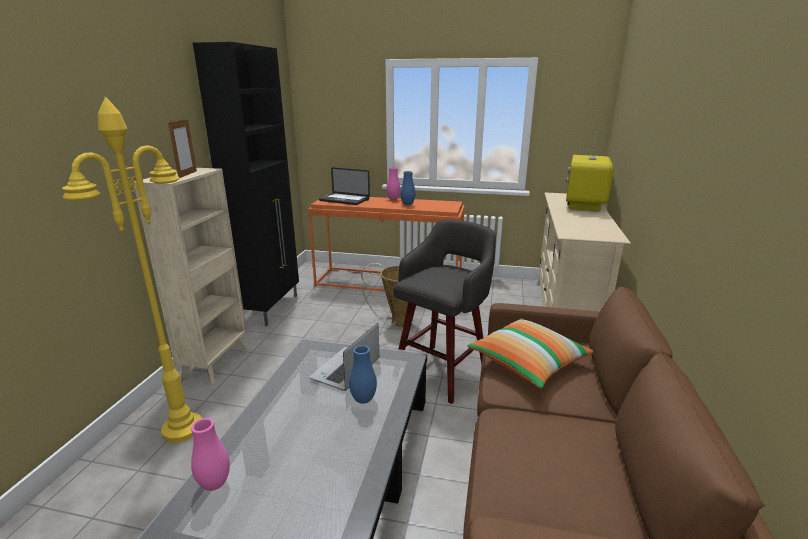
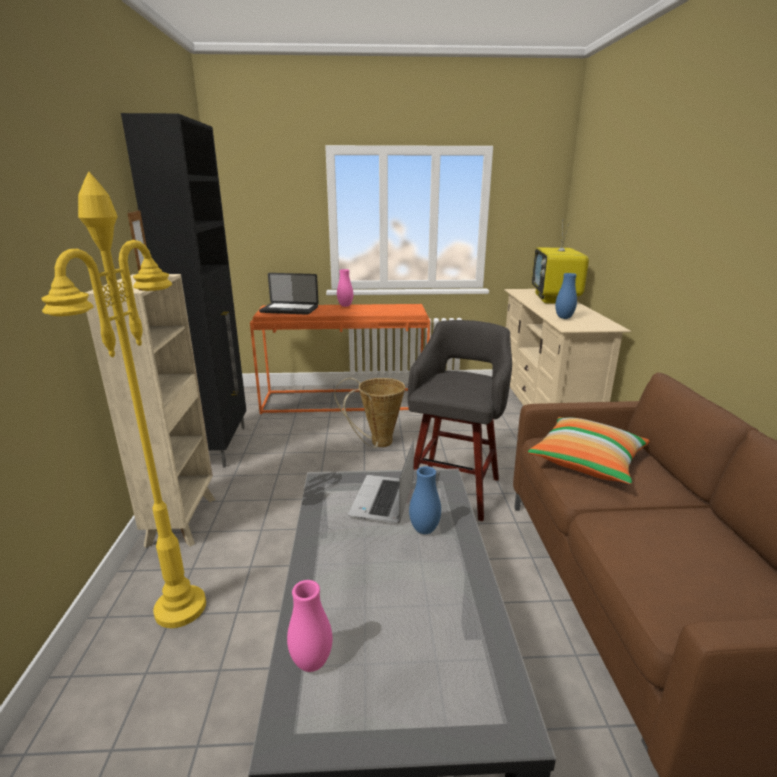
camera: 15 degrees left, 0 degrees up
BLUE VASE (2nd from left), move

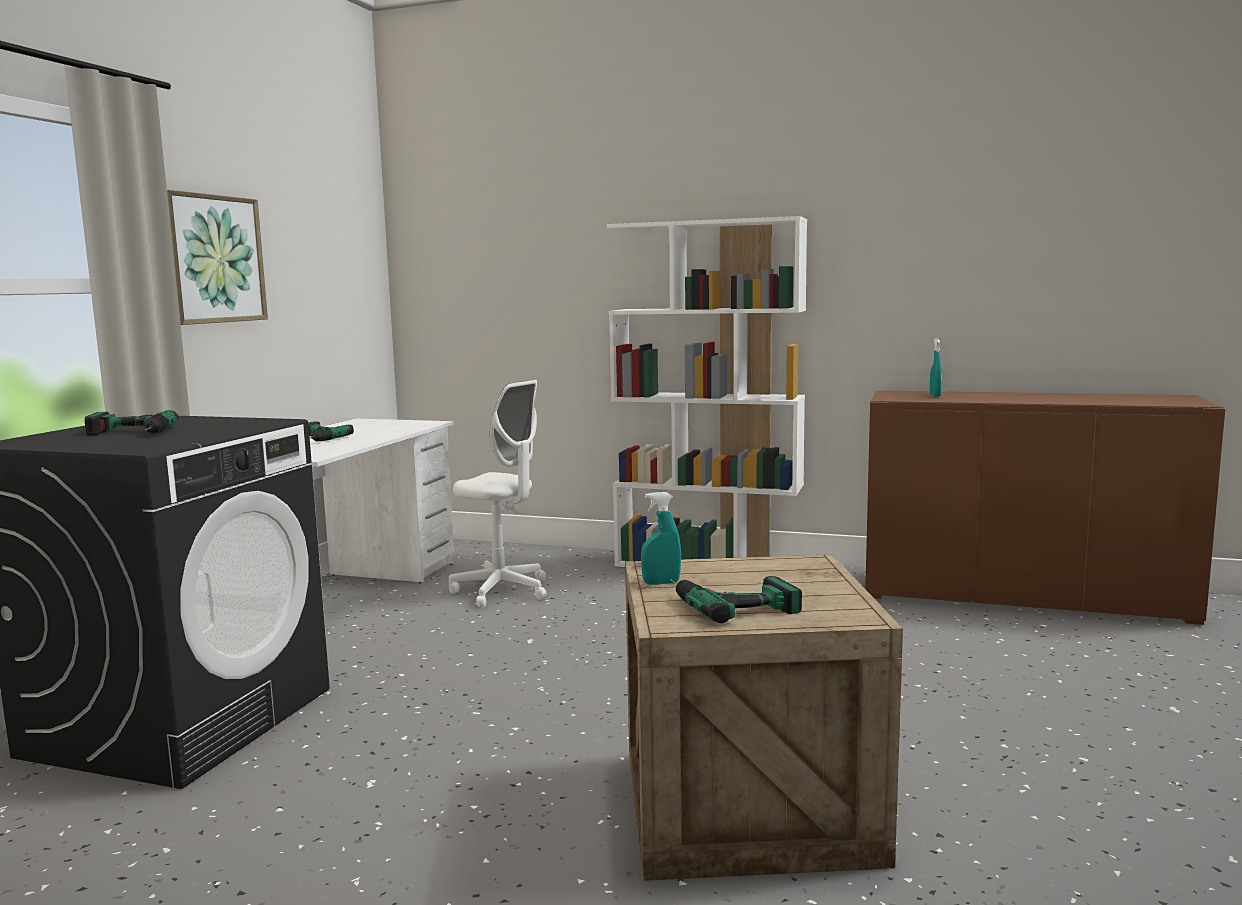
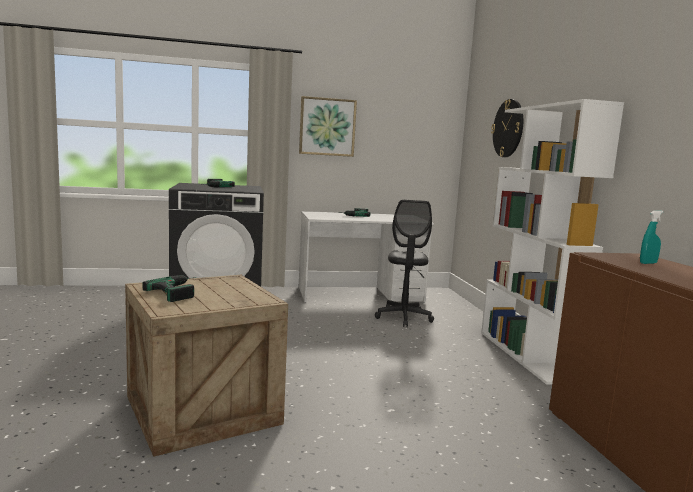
camera: 60 degrees right, 0 degrees up
WHITE OFFICE CHAIR -> BLACK OFFICE CHAIR
TURQUOISE SPRAY BOTTLE (1st from left) -> none
none -> WALL CLOCK

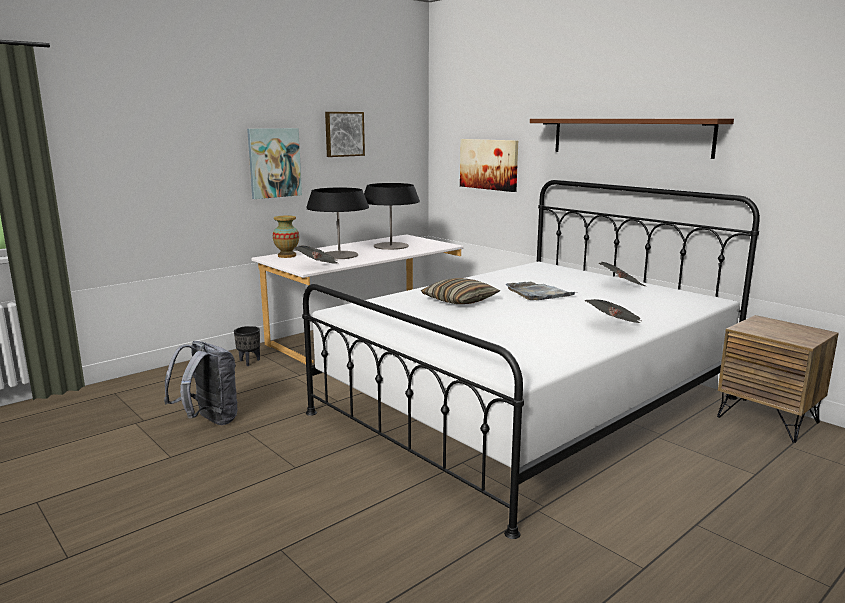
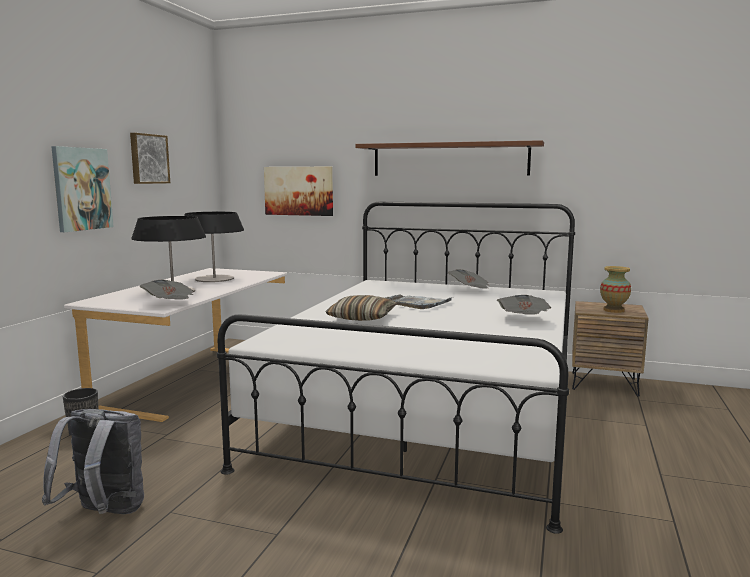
camera: 30 degrees left, 5 degrees down
VASE, move

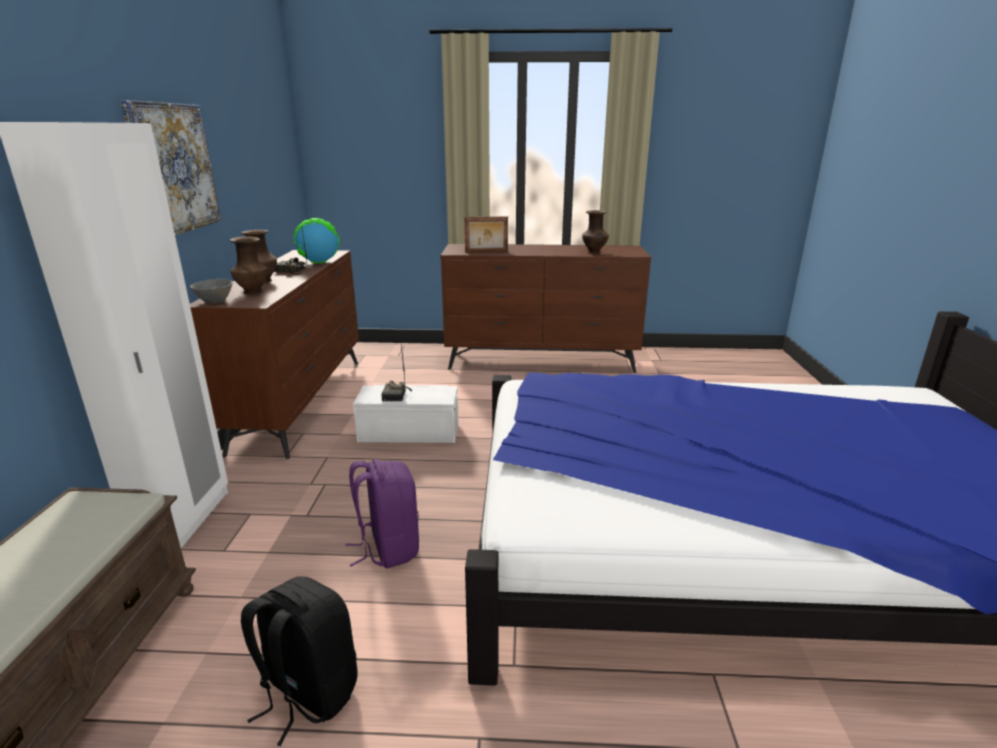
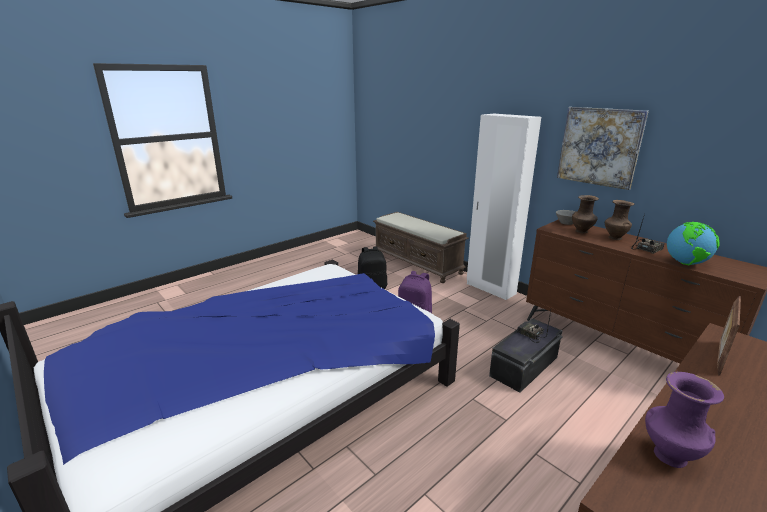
camera: 135 degrees right, 0 degrees up
BROWN VASE (3rd from left) -> PURPLE VASE
WHITE STORAGE BOX -> BLACK STORAGE BOX

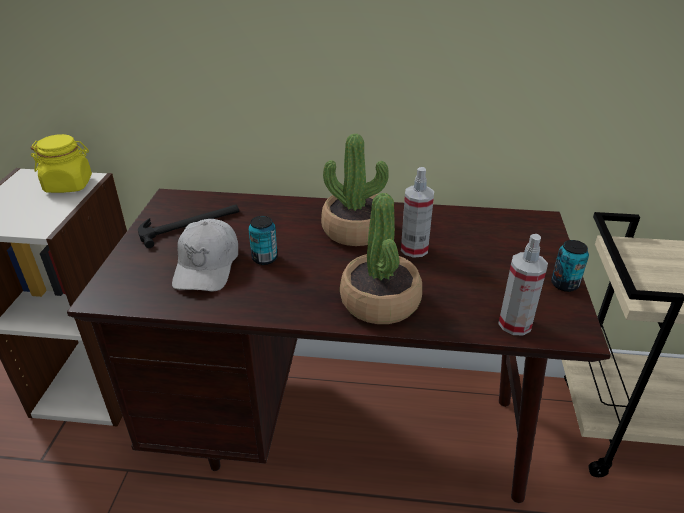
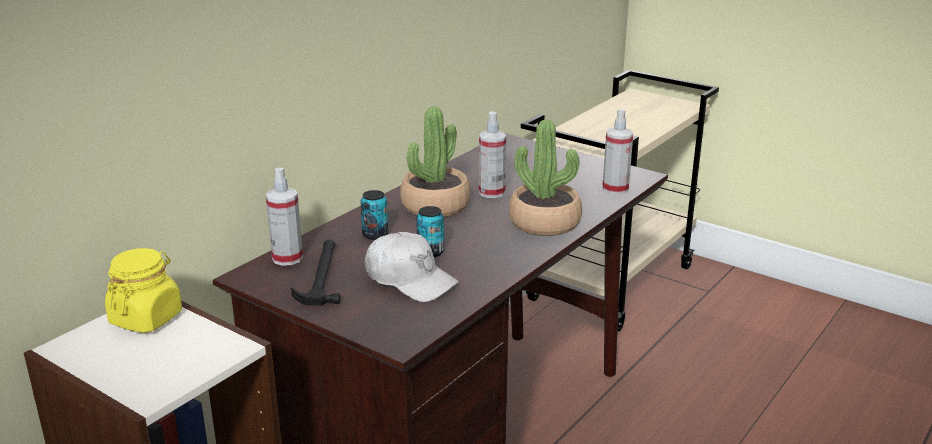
camera: 60 degrees left, 10 degrees down
CAN (2nd from left in the first image) -> CAN (1st from left), move
none -> SPRAY BOTTLE (1st from left)

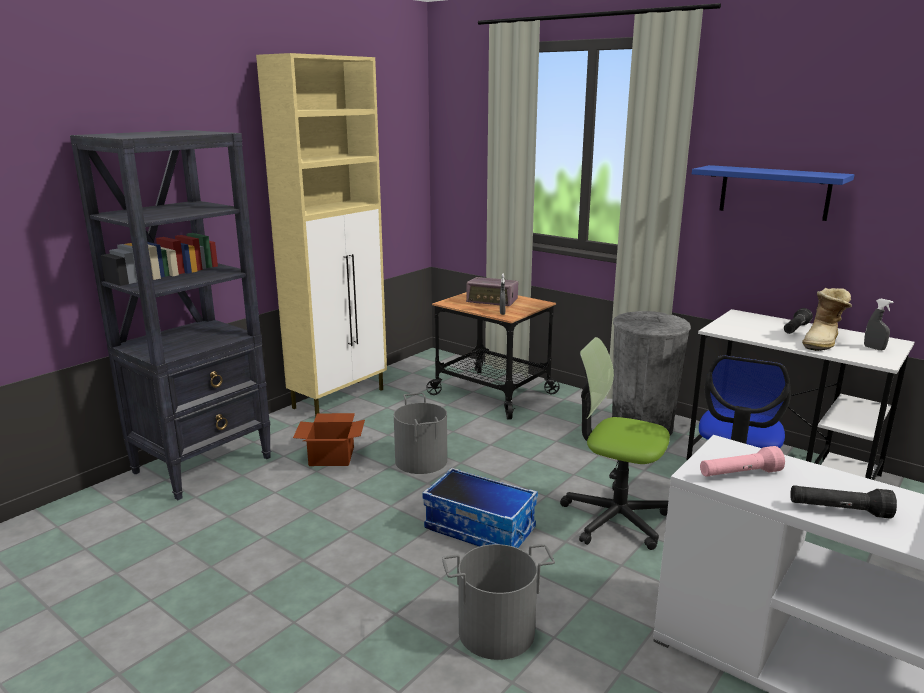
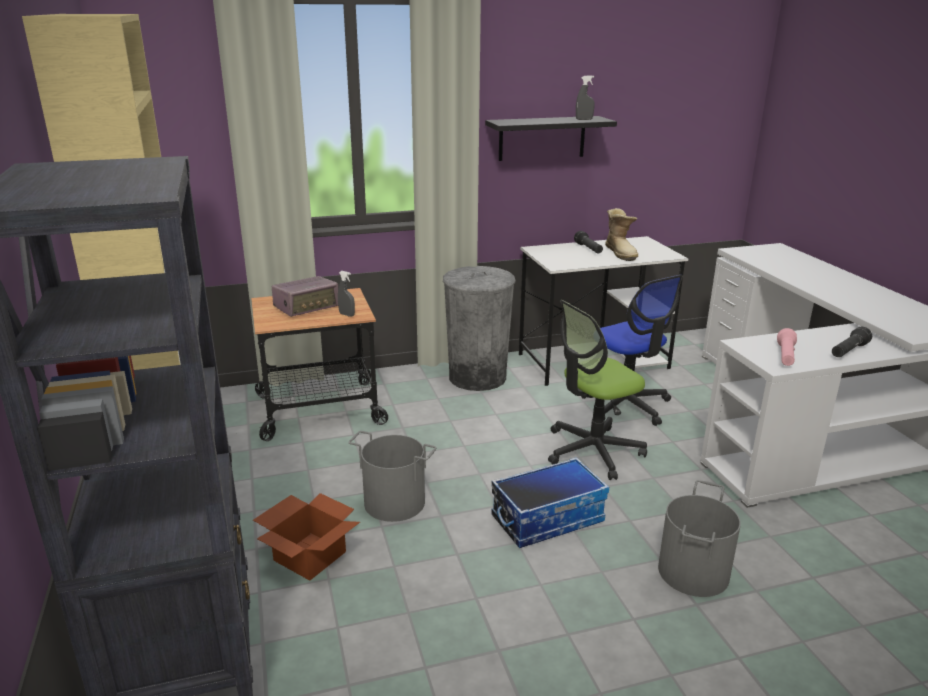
camera: 55 degrees left, 5 degrees up
BLUE SHELF -> BLACK SHELF
GREY SPRAY BOTTLE (2nd from left), move

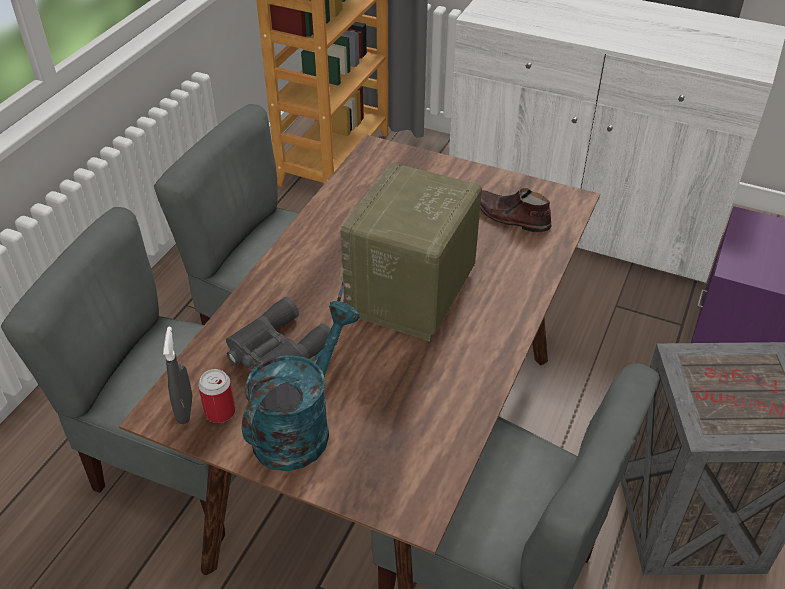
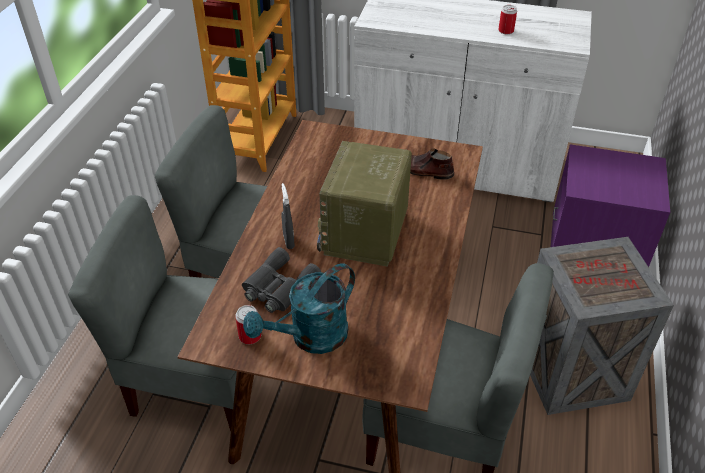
camera: 10 degrees left, 0 degrees up
TURQUOISE WATERING CAN, 150 degrees counterclockwise
GREY SPRAY BOTTLE, move
none -> CAN (2nd from left)

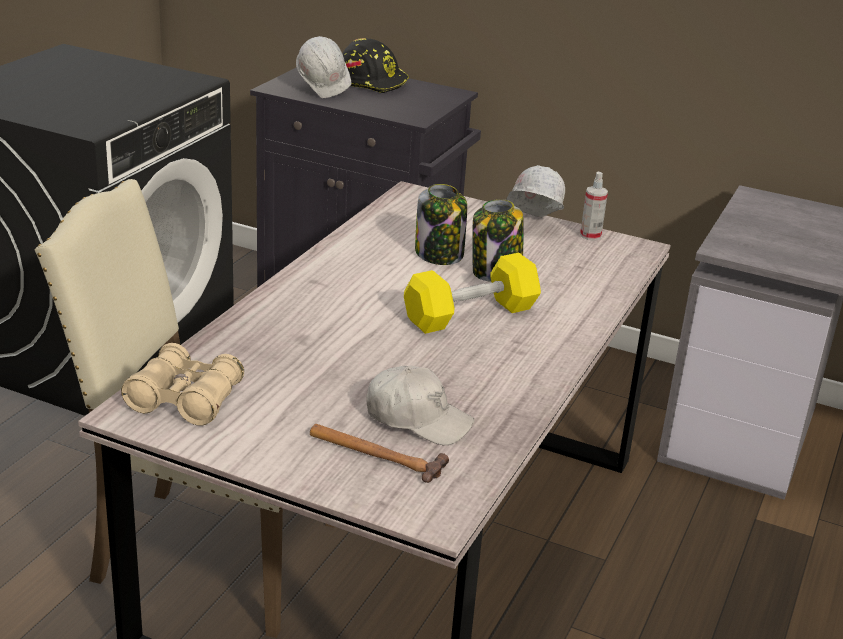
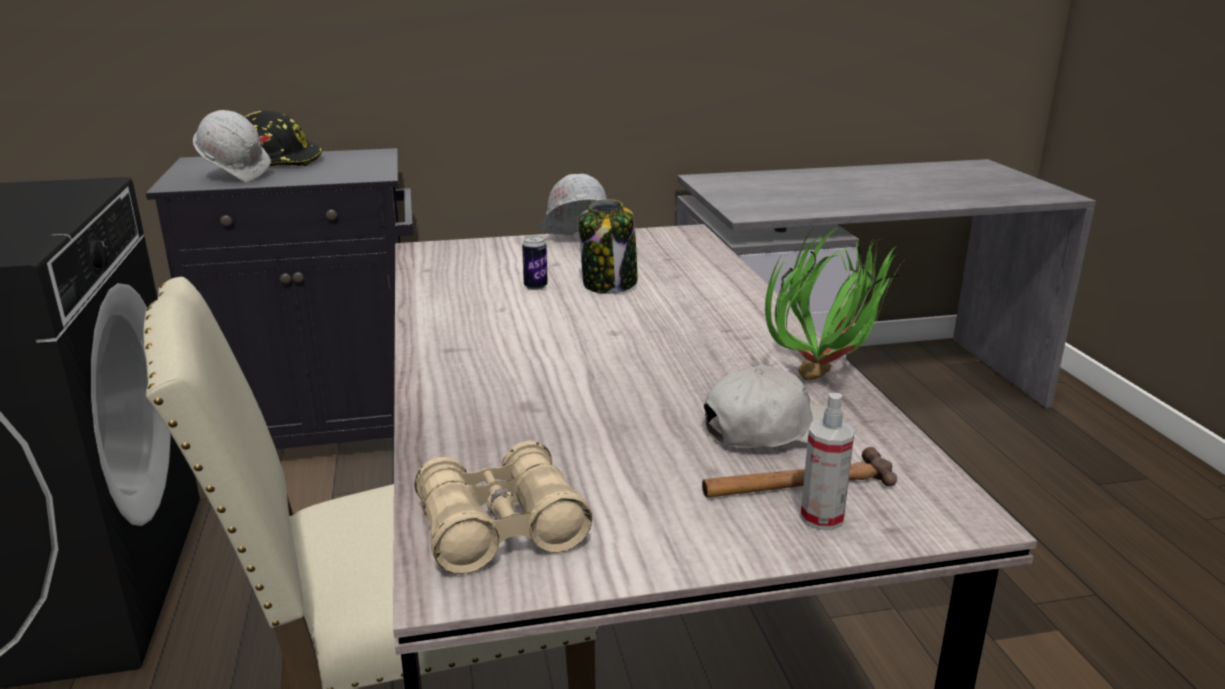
camera: 35 degrees left, 5 degrees down
SPRAY BOTTLE, move
JAR (1st from left) -> CAN
YELLOW DUMBBELL -> none
none -> POTTED PLANT

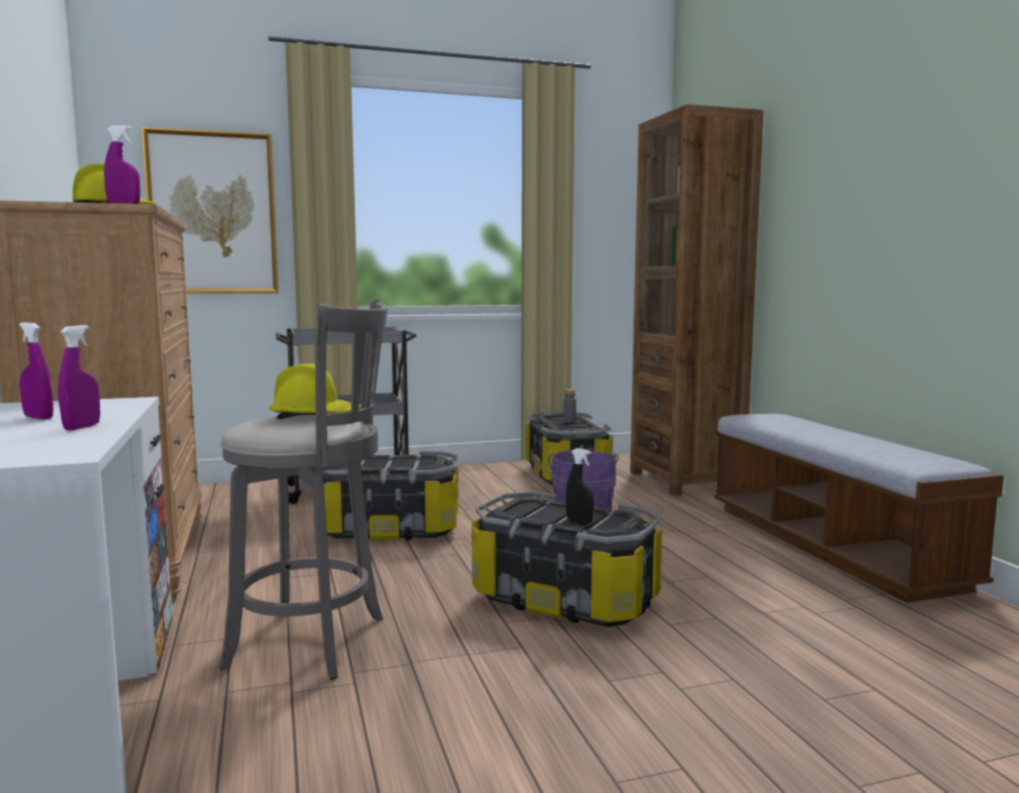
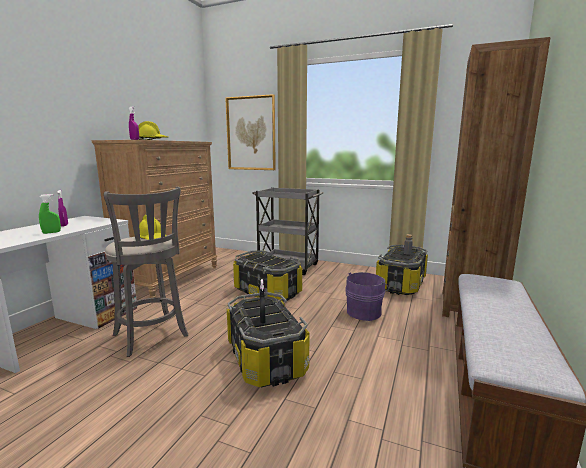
camera: 40 degrees right, 5 degrees up
PURPLE SPRAY BOTTLE (2nd from left) -> GREEN SPRAY BOTTLE

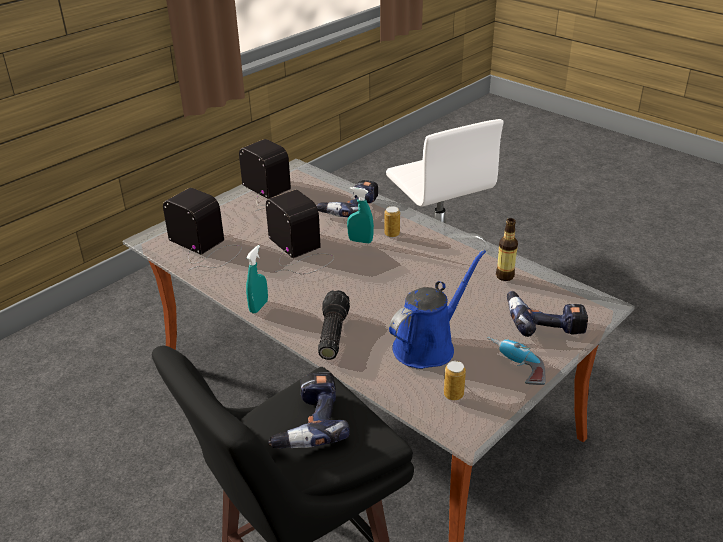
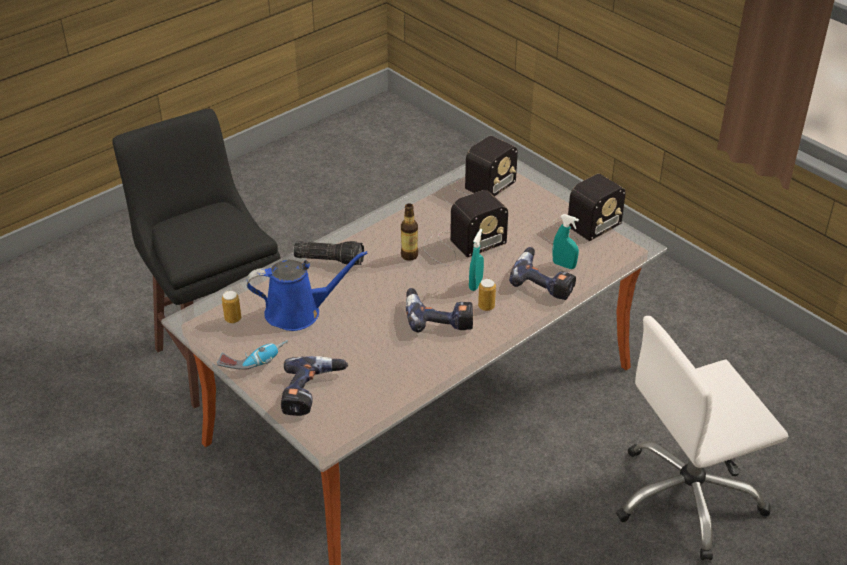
camera: 95 degrees right, 5 degrees up
BOTTLE, move
TURQUOISE SPRAY BOTTLE (1st from left in the first image) -> TURQUOISE SPRAY BOTTLE (2nd from left), move
BLUE WATERING CAN, 60 degrees counterclockwise
POWER DRILL (1st from left in the first image) -> POWER DRILL (3rd from left), move

